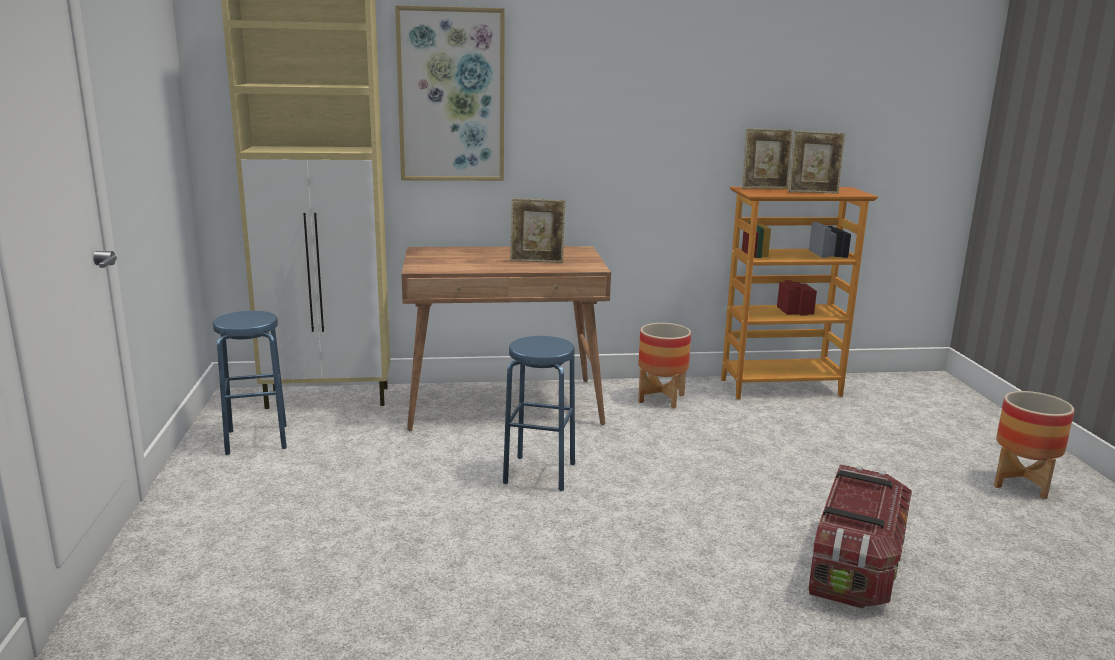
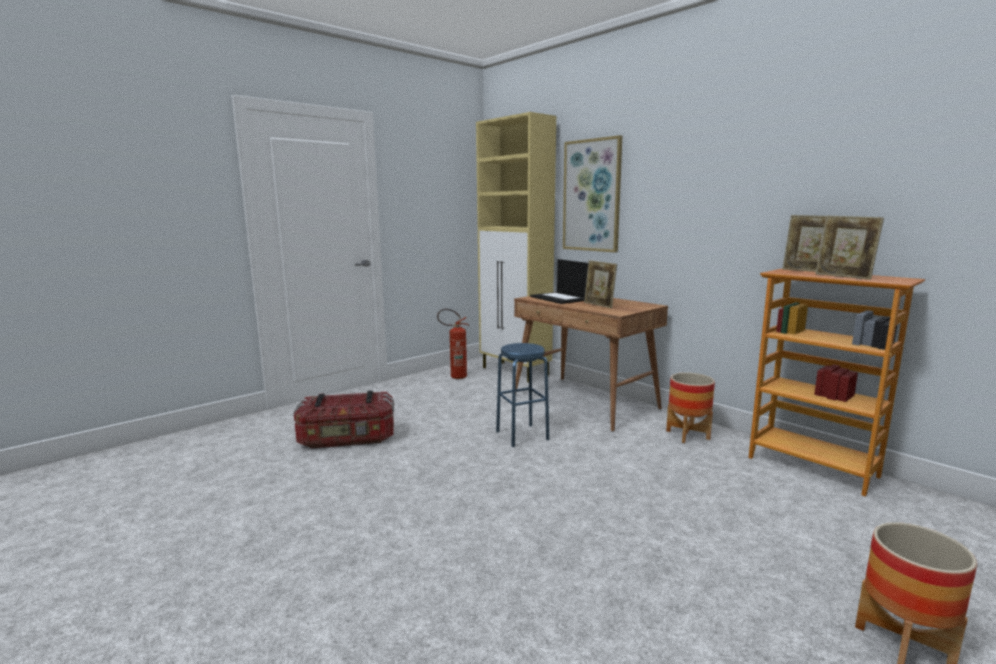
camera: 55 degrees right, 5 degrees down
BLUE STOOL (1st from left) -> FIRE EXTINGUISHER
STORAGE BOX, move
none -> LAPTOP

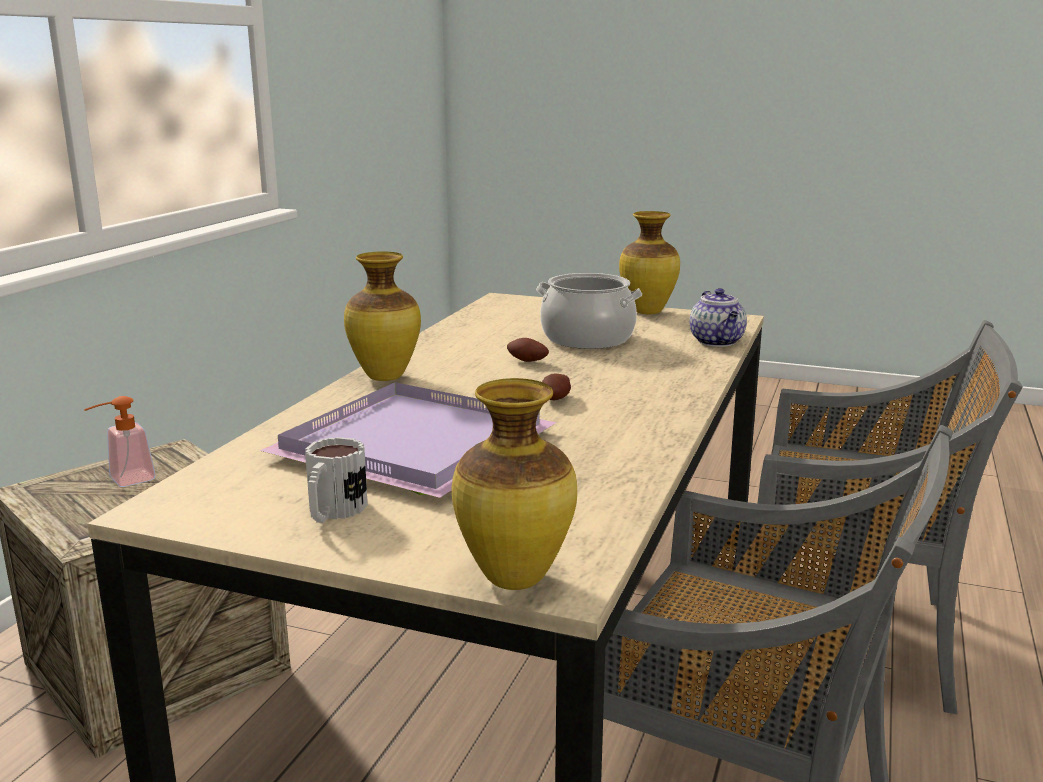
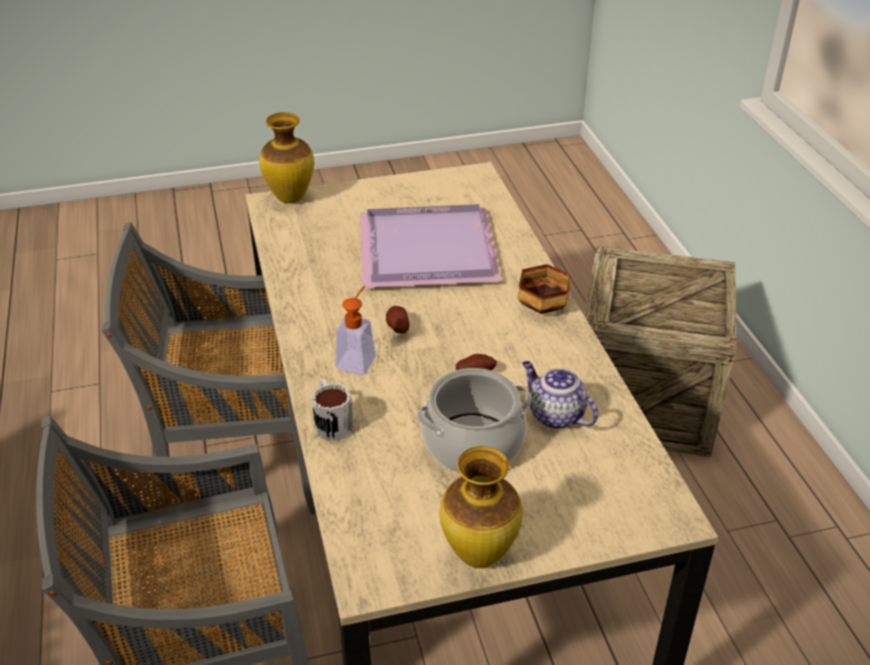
camera: 145 degrees right, 20 degrees up
VASE (1st from left) -> BOWL
TEAPOT, move
SOAP DISPENSER, move
MUG, move

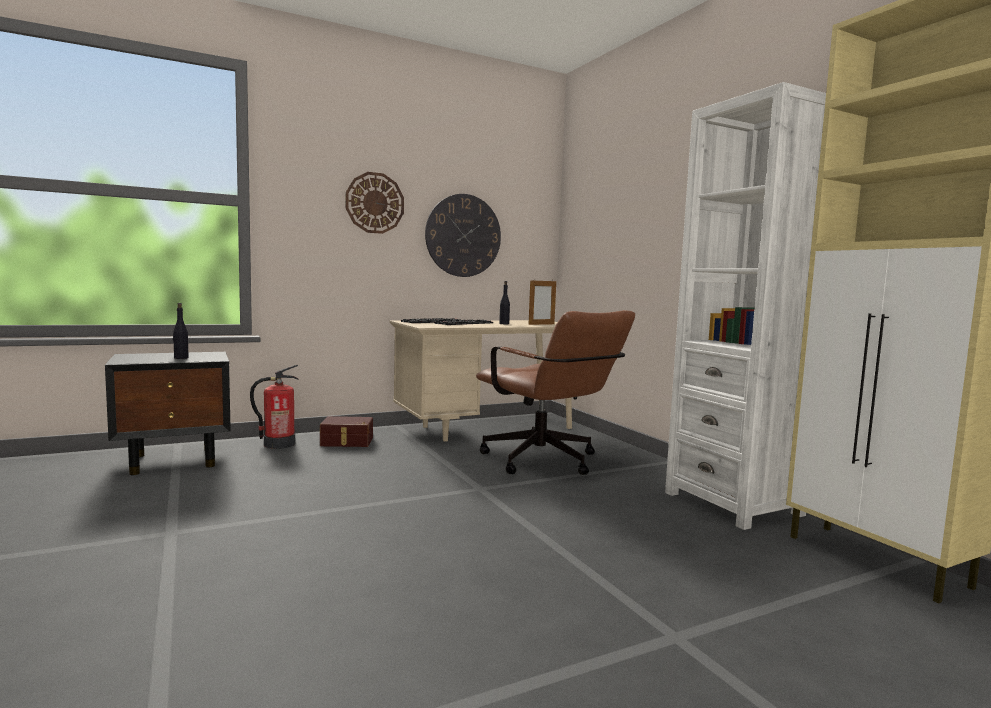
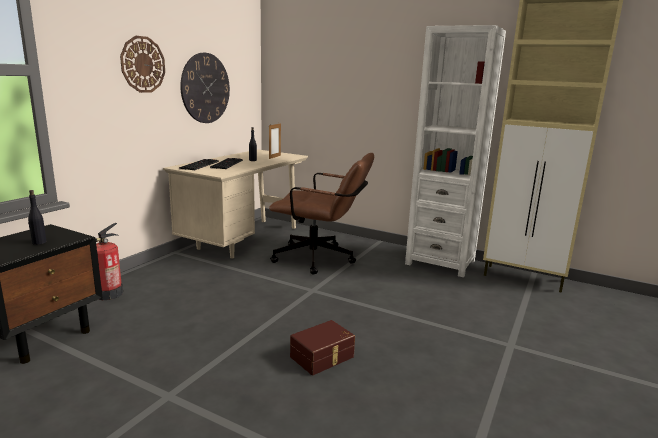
camera: 35 degrees left, 10 degrees up
BROWN STORAGE BOX, move

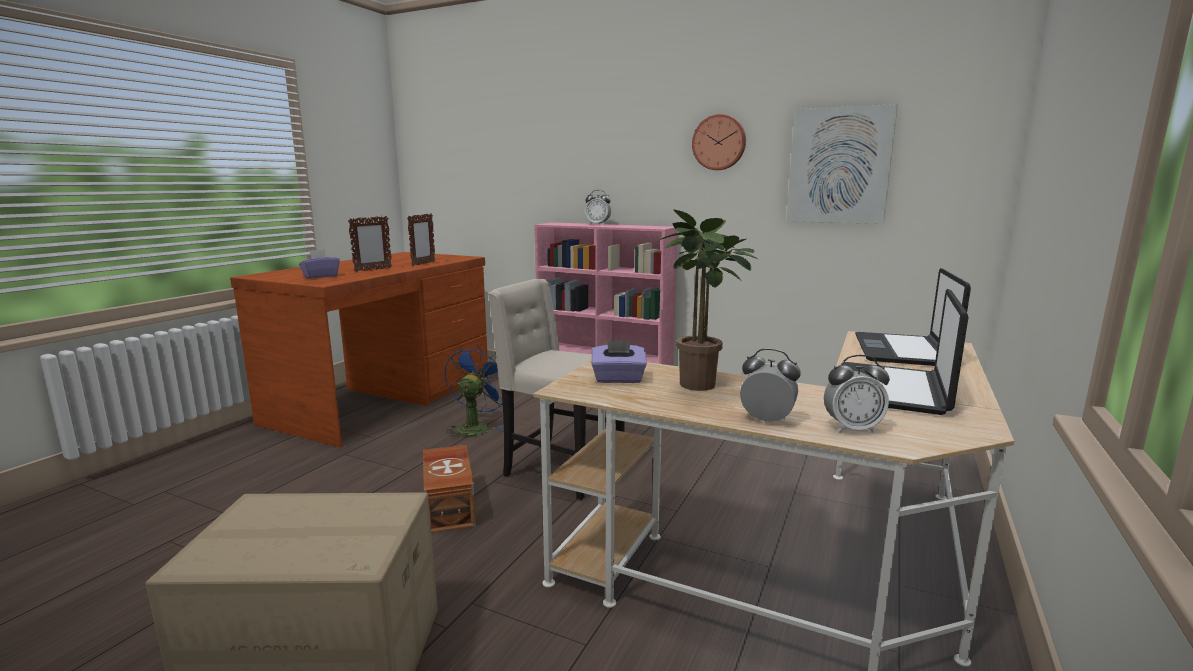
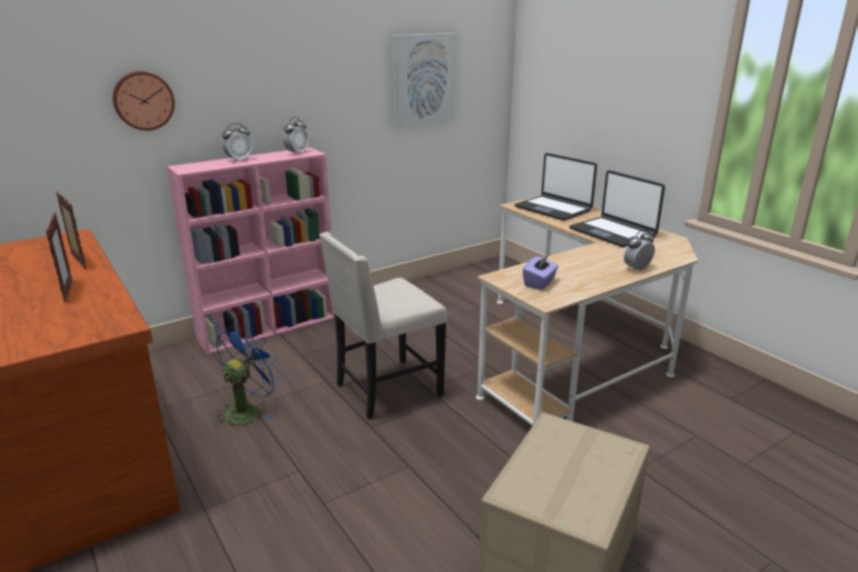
camera: 60 degrees left, 10 degrees up
WALL CLOCK, move
POTTED PLANT -> none
PURPLE TISSUE BOX (1st from left) -> none
BLUE FAN, 75 degrees clockwise
ALARM CLOCK (3rd from left in the first image) -> ALARM CLOCK (2nd from left), move
BROWN STORAGE BOX -> none

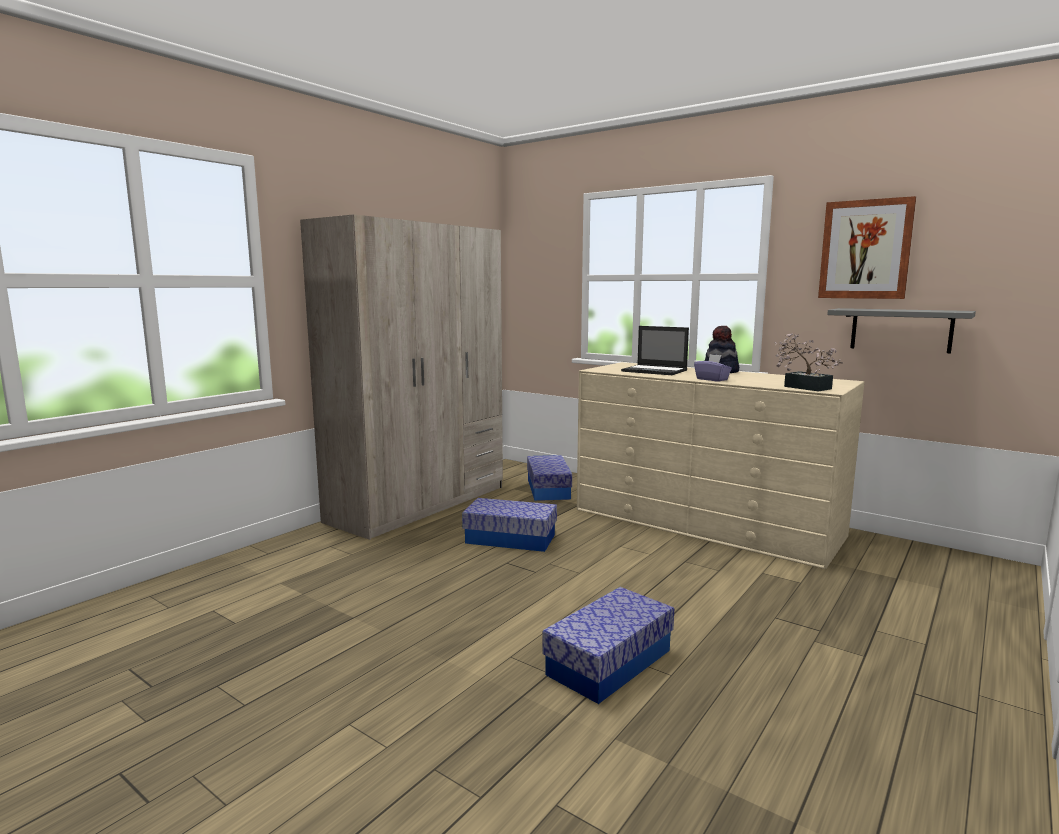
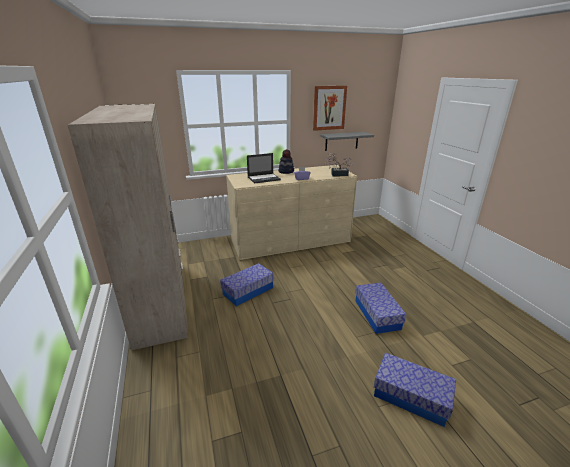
camera: 55 degrees left, 15 degrees up
STORAGE BOX (2nd from left in the first image) -> STORAGE BOX (3rd from left), move

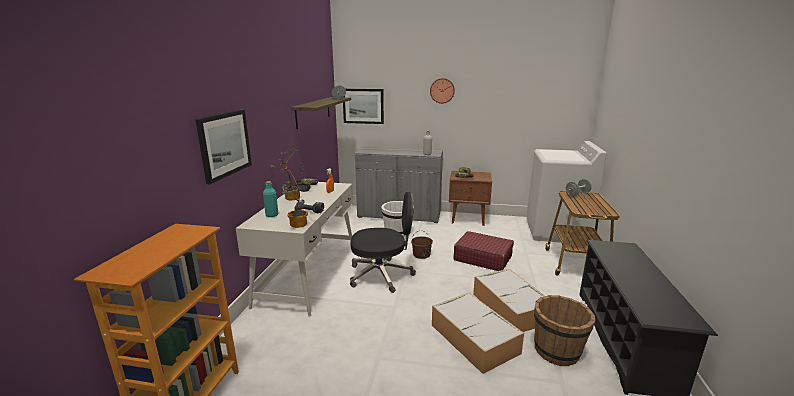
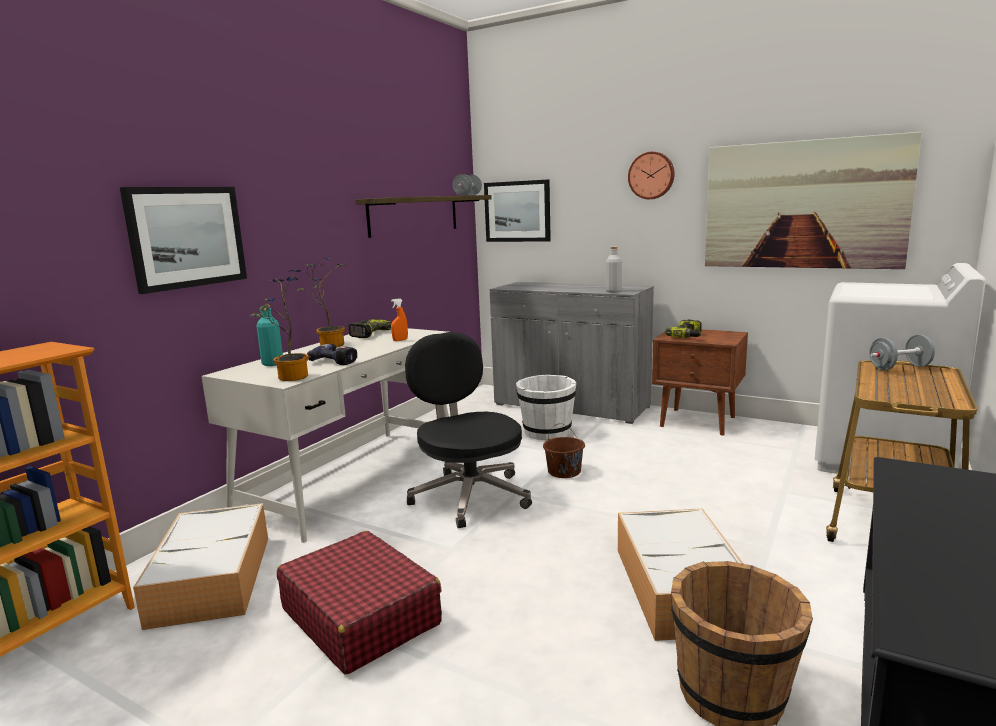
camera: 20 degrees right, 5 degrees down
BLACK OFFICE CHAIR, 135 degrees counterclockwise
RED SUITCASE, move
STORAGE BOX (1st from left), move
none -> PICTURE (3rd from left)

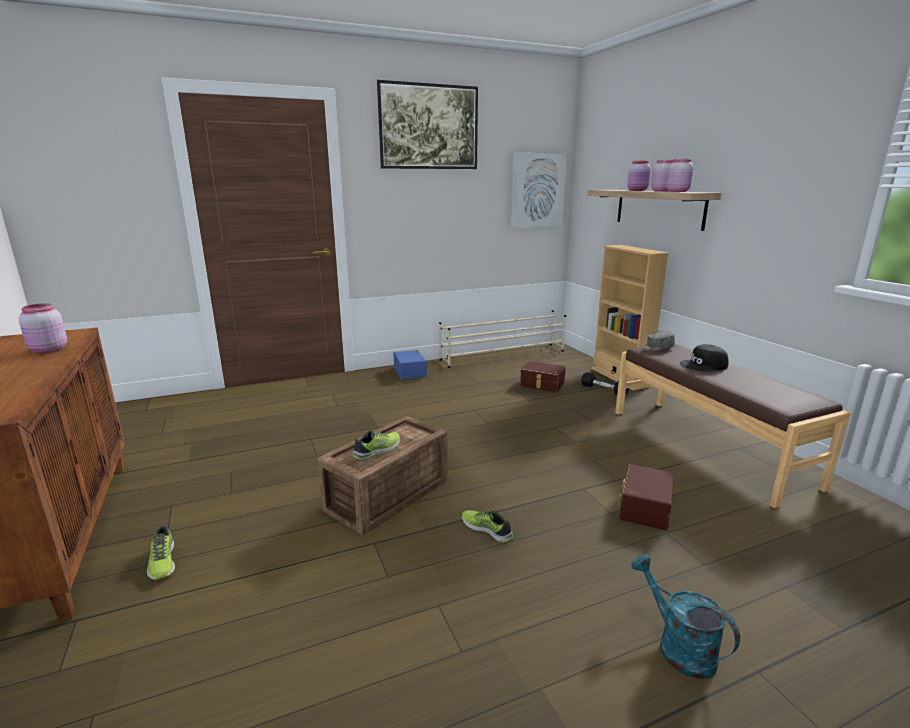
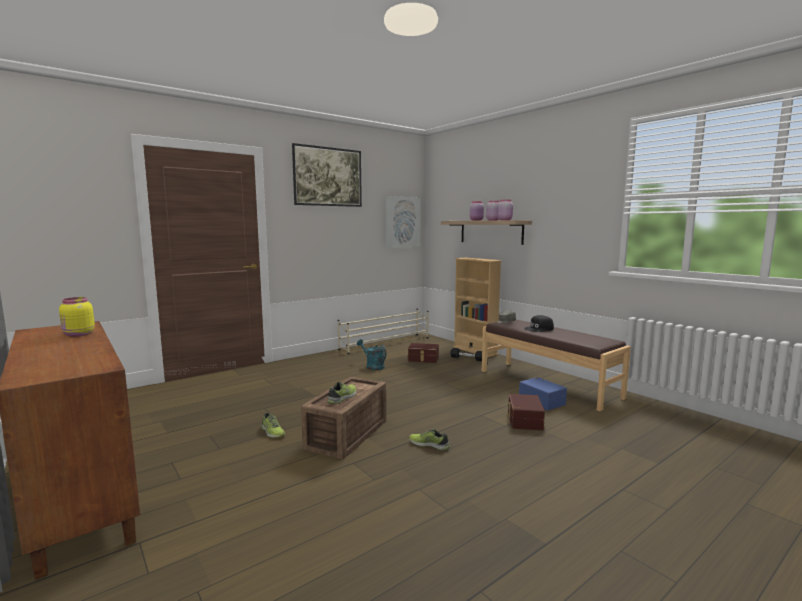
camera: 15 degrees left, 10 degrees down
PINK JAR (1st from left) -> YELLOW JAR
BLUE STORAGE BOX, move
SHOE (1st from left), move
TURQUOISE WATERING CAN, move

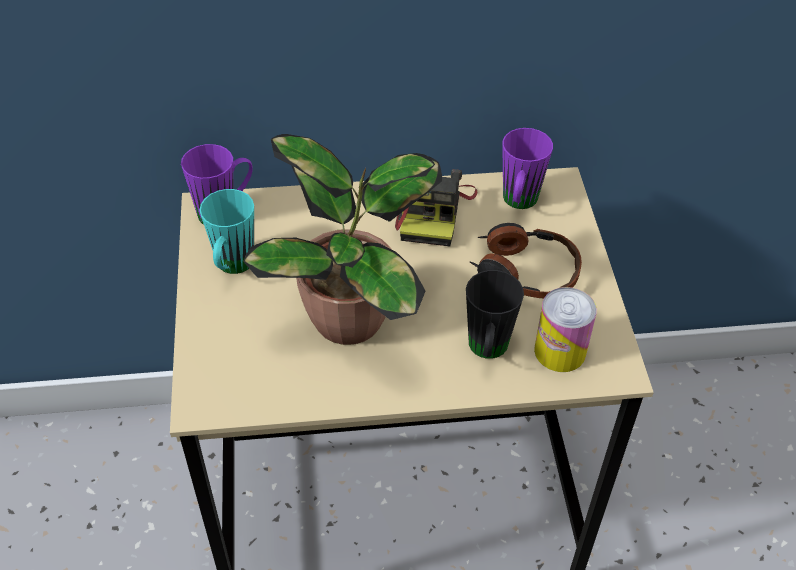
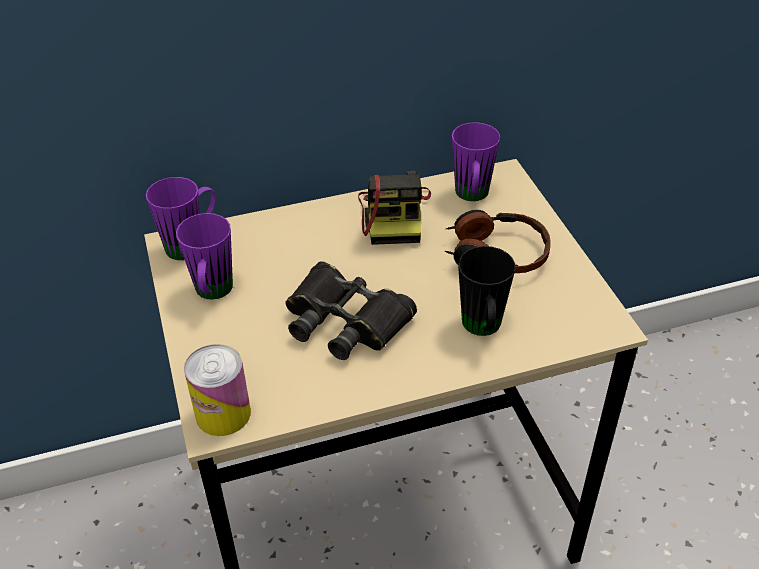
camera: 10 degrees left, 5 degrees down
POTTED PLANT -> BLACK BINOCULARS
TURQUOISE MUG -> PURPLE MUG (2nd from left)
CAN, move

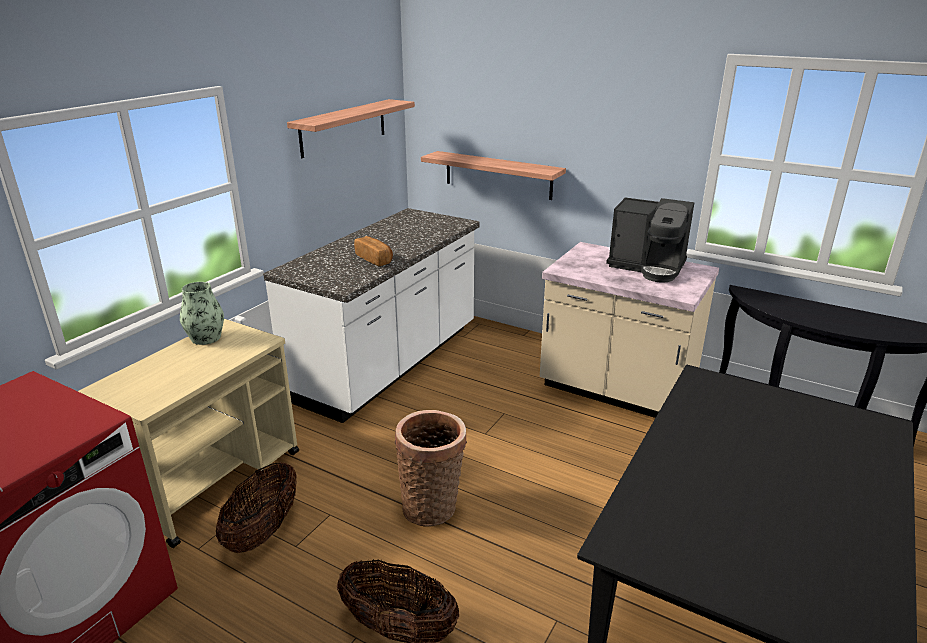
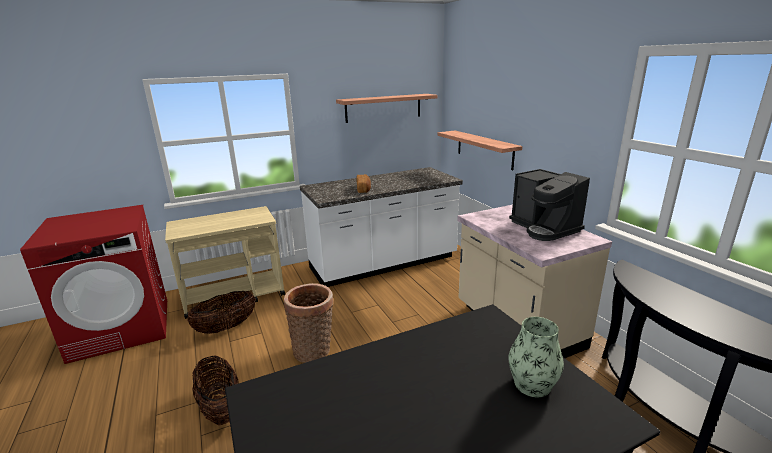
camera: 35 degrees right, 5 degrees down
VASE, move

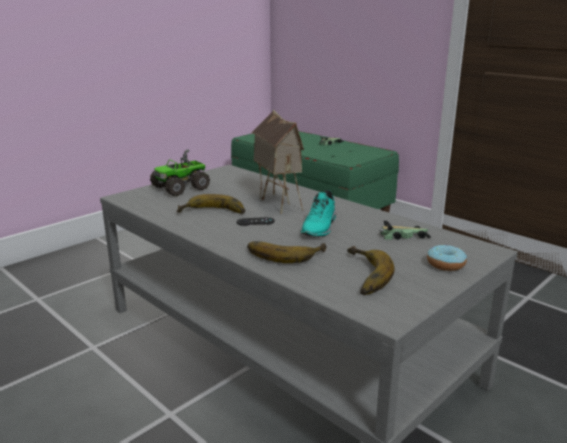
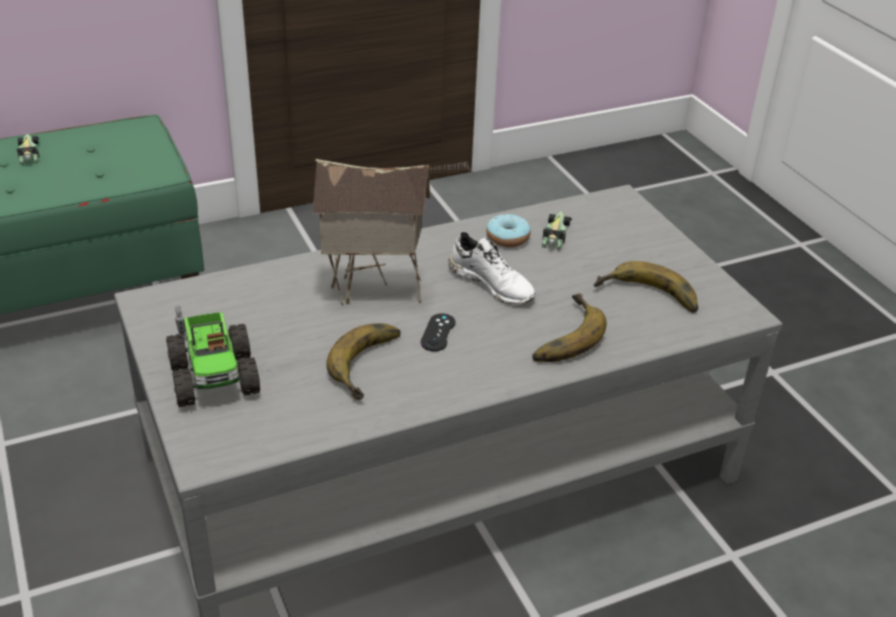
camera: 70 degrees left, 15 degrees up
TURQUOISE SHOE -> WHITE SHOE
DONUT, move

